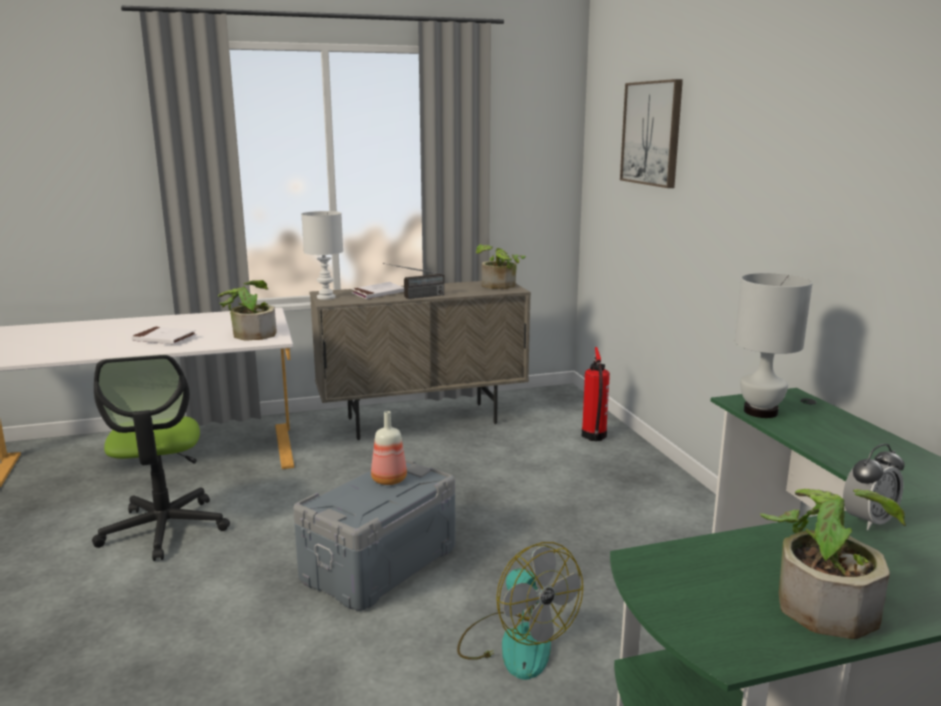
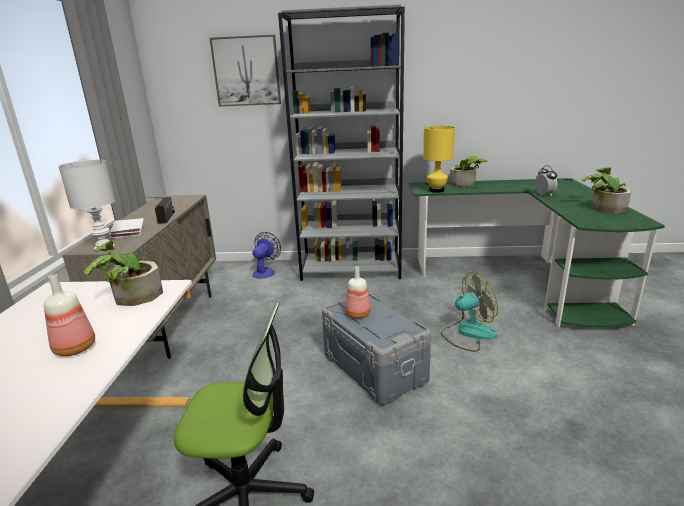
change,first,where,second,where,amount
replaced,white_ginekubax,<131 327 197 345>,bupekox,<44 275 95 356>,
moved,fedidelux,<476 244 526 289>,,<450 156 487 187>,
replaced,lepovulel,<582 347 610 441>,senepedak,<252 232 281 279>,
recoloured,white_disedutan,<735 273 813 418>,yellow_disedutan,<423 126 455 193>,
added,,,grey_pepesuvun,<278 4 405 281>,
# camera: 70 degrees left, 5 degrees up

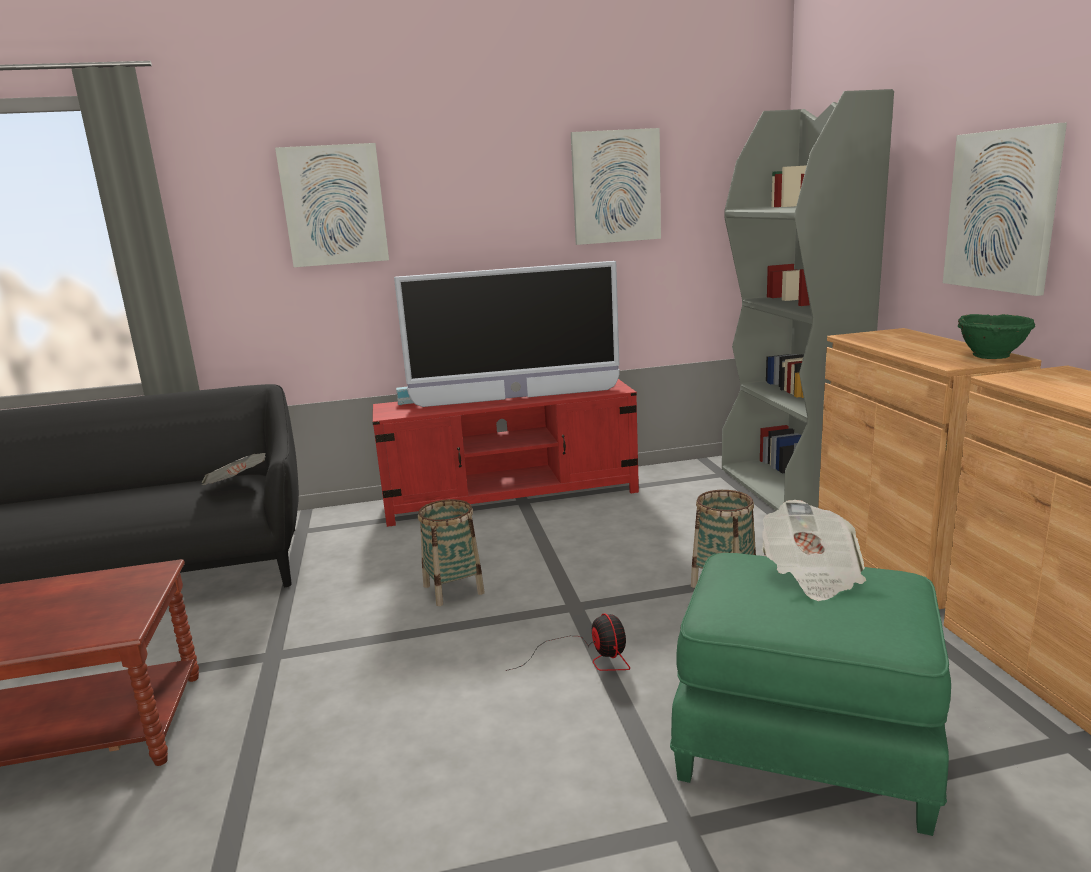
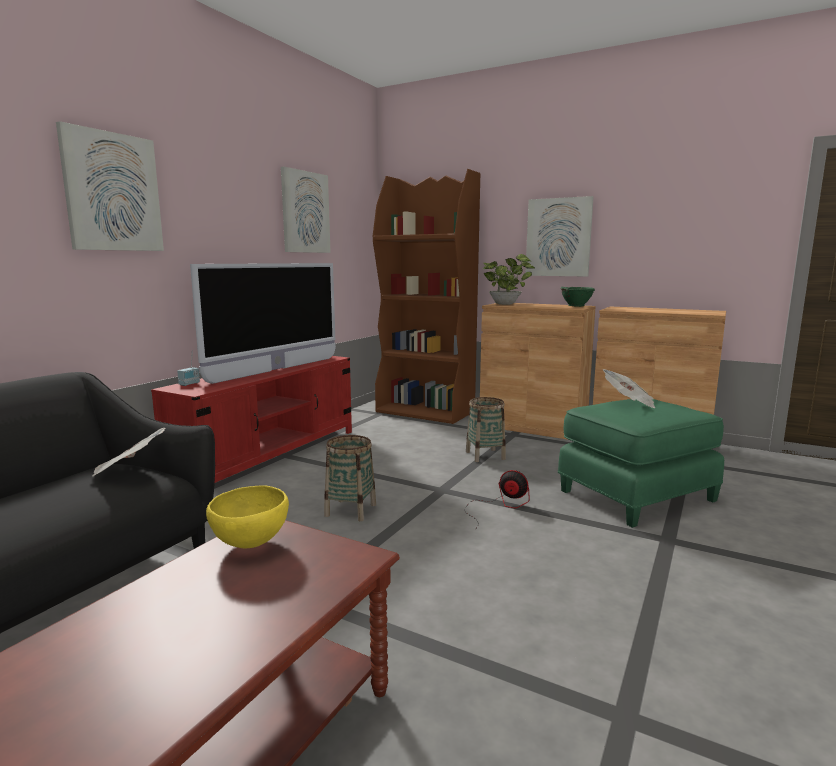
change,first,where,second,where,amount
recoloured,grey_pepesuvun,<722 89 894 510>,brown_pepesuvun,<373 169 480 424>,
added,,,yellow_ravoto,<206 485 289 548>,
added,,,fedidelux,<483 254 535 305>,
# camera: 50 degrees left, 5 degrees down

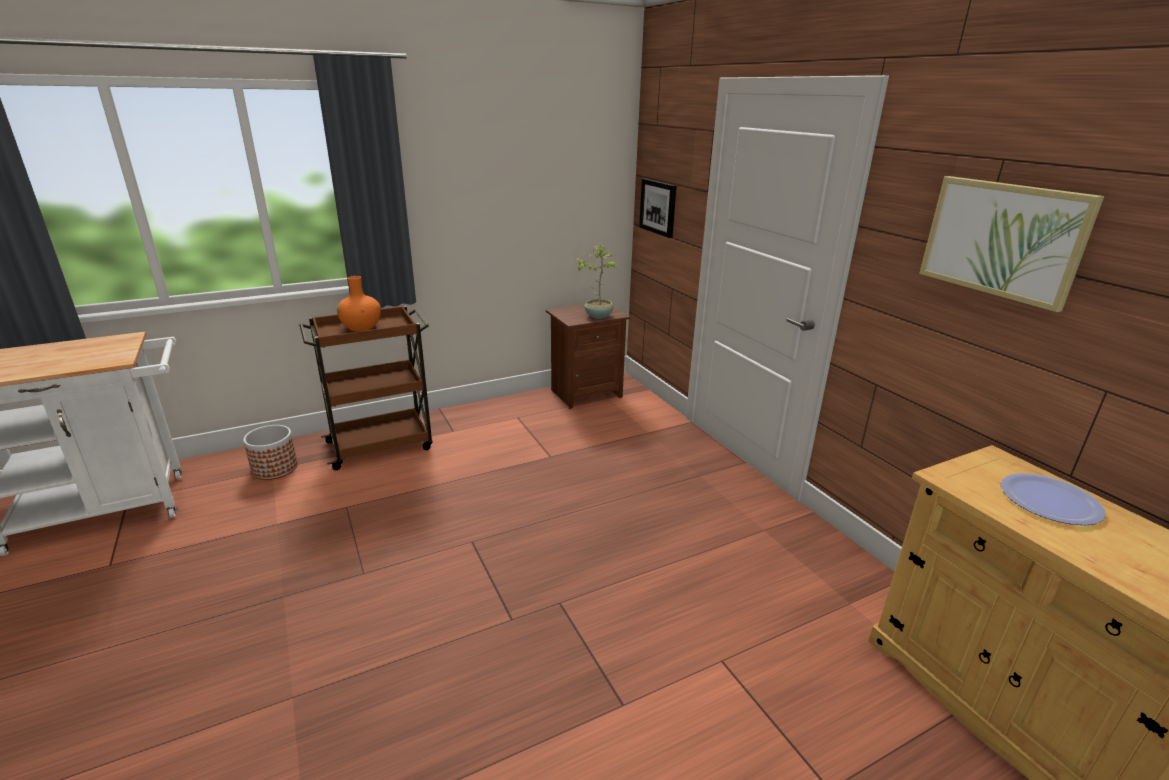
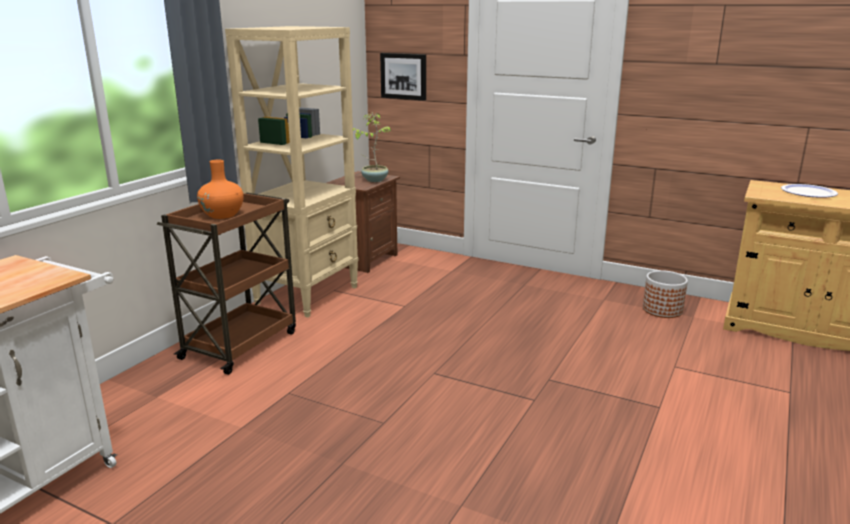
change,first,where,second,where,amount
moved,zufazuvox,<243 425 298 480>,,<643 270 688 318>,
removed,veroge,<919 176 1104 312>,,,
added,,,beige_pepesuvun,<225 26 358 318>,
# camera: 35 degrees left, 5 degrees down

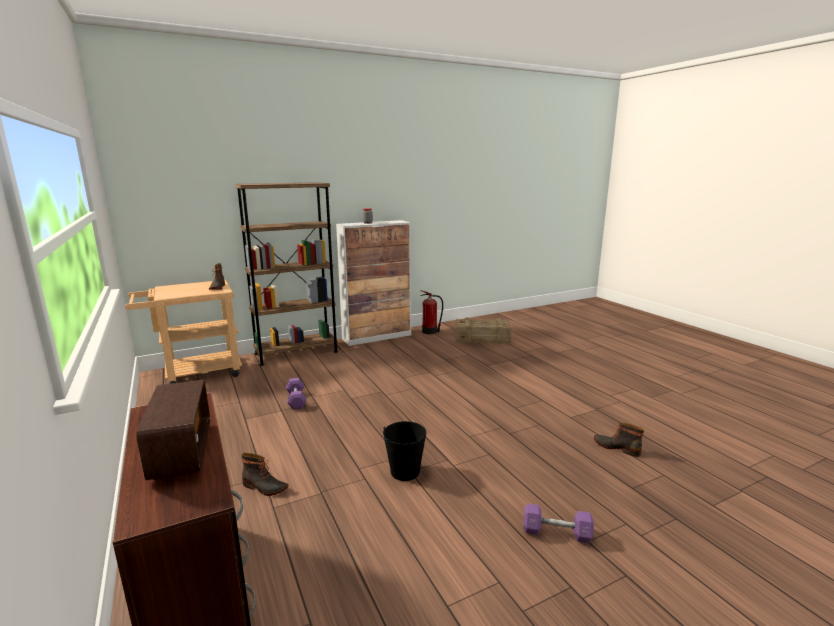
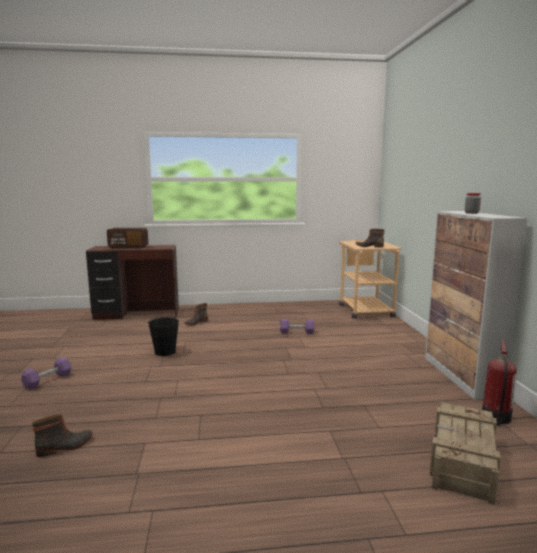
change,first,where,second,where,amount
removed,brown_pepesuvun,<235 182 338 366>,,,
# camera: 110 degrees right, 5 degrees down

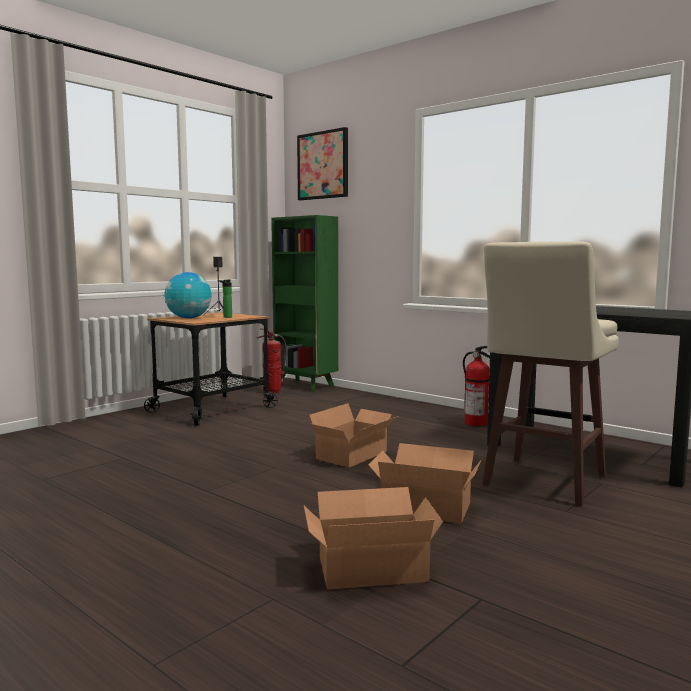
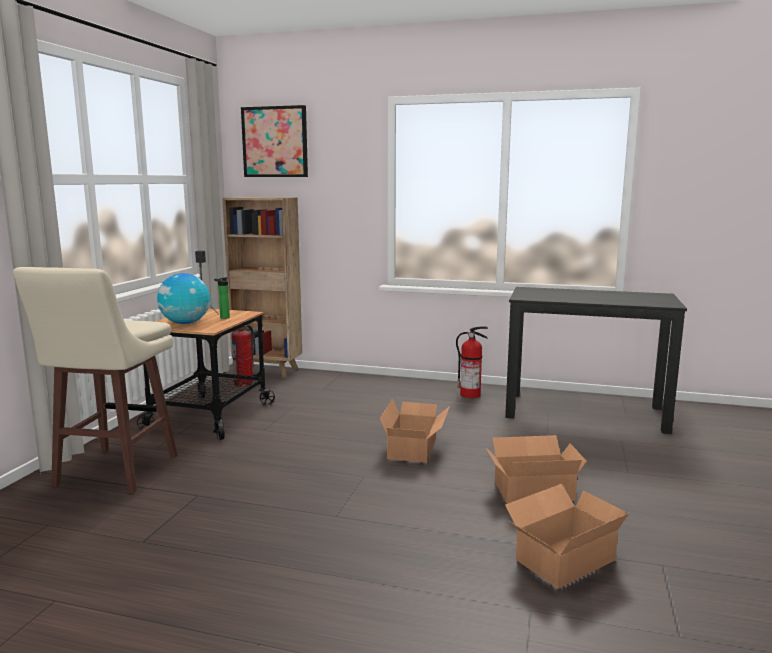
change,first,where,second,where,amount
recoloured,green_pepesuvun,<271 215 338 392>,brown_pepesuvun,<222 197 302 378>,
moved,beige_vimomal,<482 241 619 507>,,<13 267 178 494>,
# camera: 25 degrees left, 5 degrees up

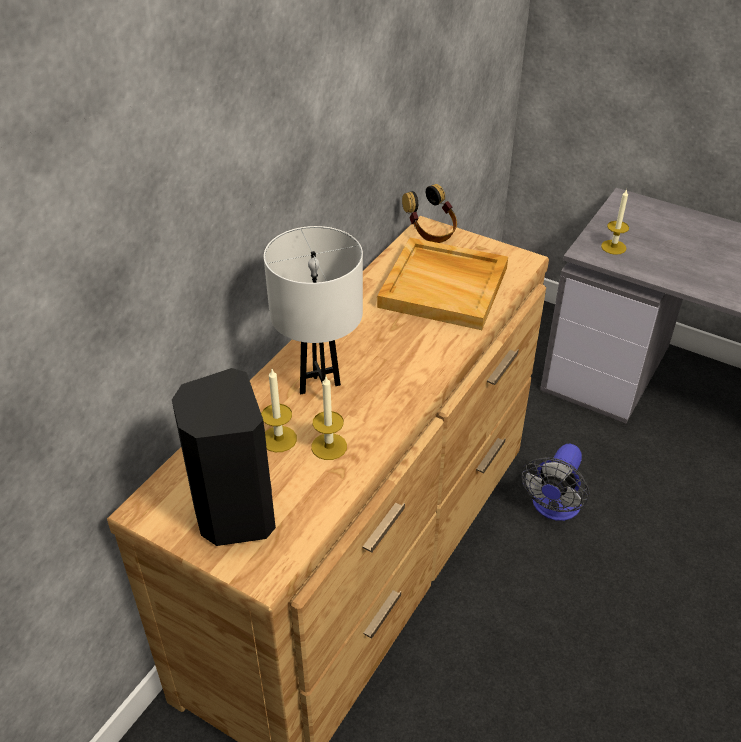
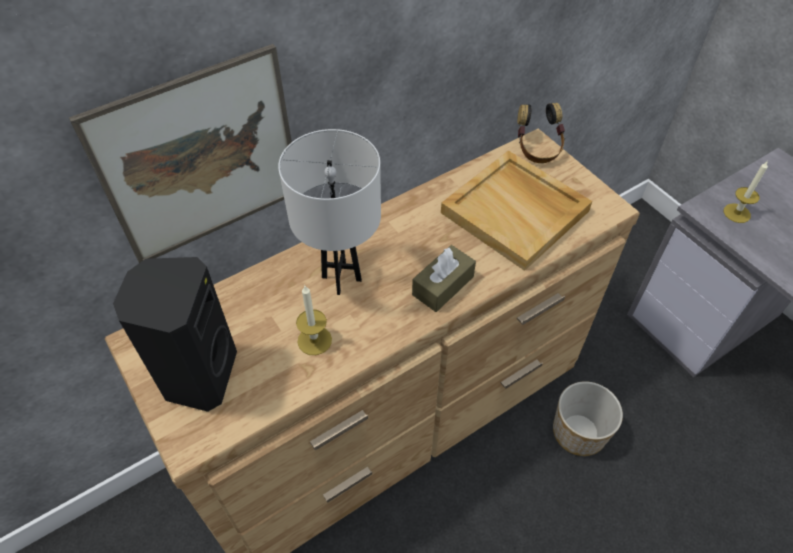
change,first,where,second,where,amount
removed,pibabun,<261 369 297 452>,,,
replaced,senepedak,<521 444 589 521>,zufazuvox,<553 381 623 456>,
added,,,veroge,<69 44 292 263>,
added,,,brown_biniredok,<412 245 476 312>,
# camera: 25 degrees right, 10 degrees up

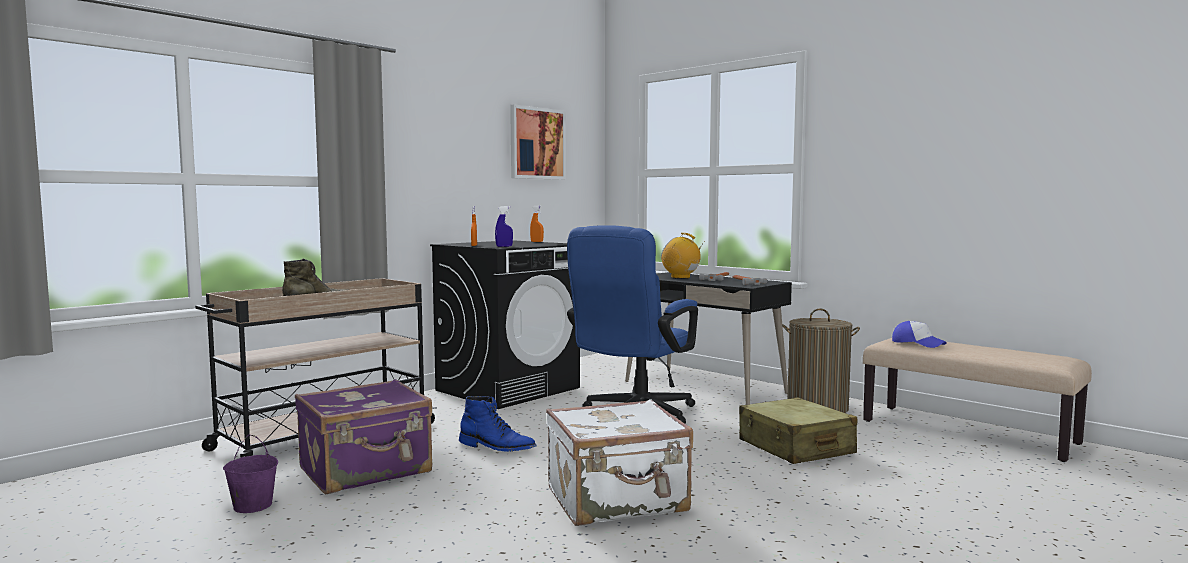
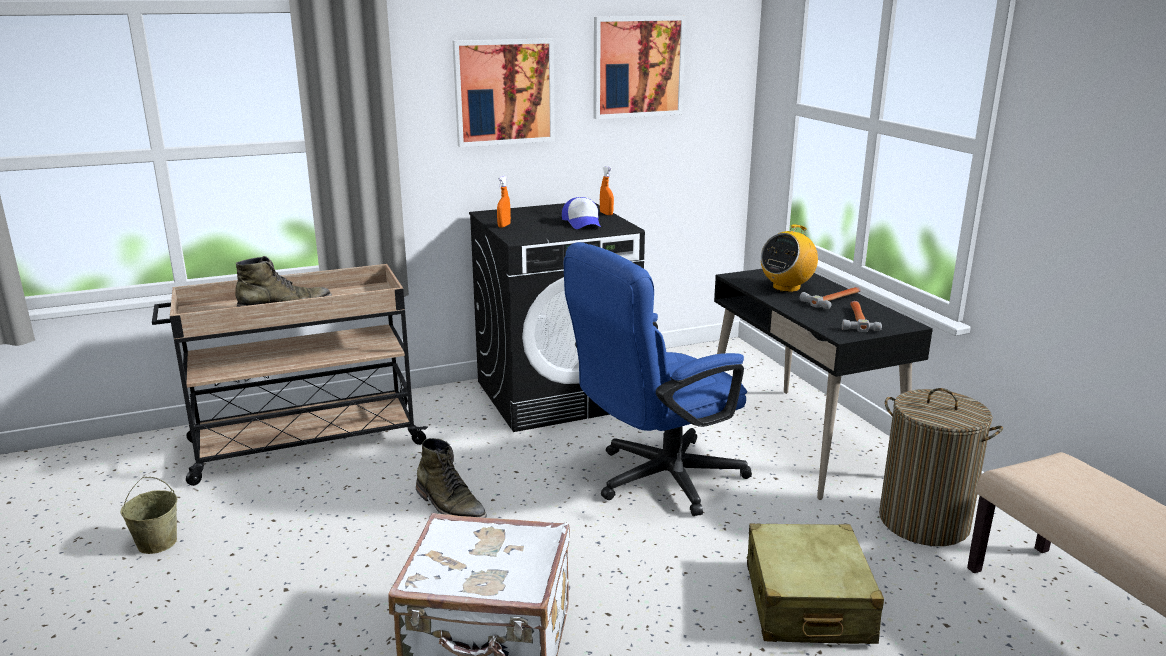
change,first,where,second,where,amount
recoloured,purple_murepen,<223 434 278 513>,beige_murepen,<121 477 177 554>,
removed,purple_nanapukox,<295 379 432 495>,,,
recoloured,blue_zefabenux,<459 396 536 452>,green_zefabenux,<416 438 487 518>,
removed,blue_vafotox,<495 206 513 247>,,,
turned,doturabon,<661 233 704 279>,,<761 224 818 292>,105 degrees counterclockwise
moved,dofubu,<892 321 947 348>,,<562 197 601 229>,
added,,,veroge,<453 38 555 147>,
# camera: 25 degrees right, 15 degrees up

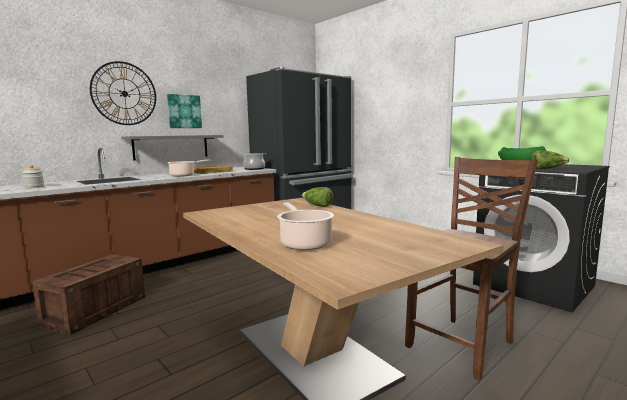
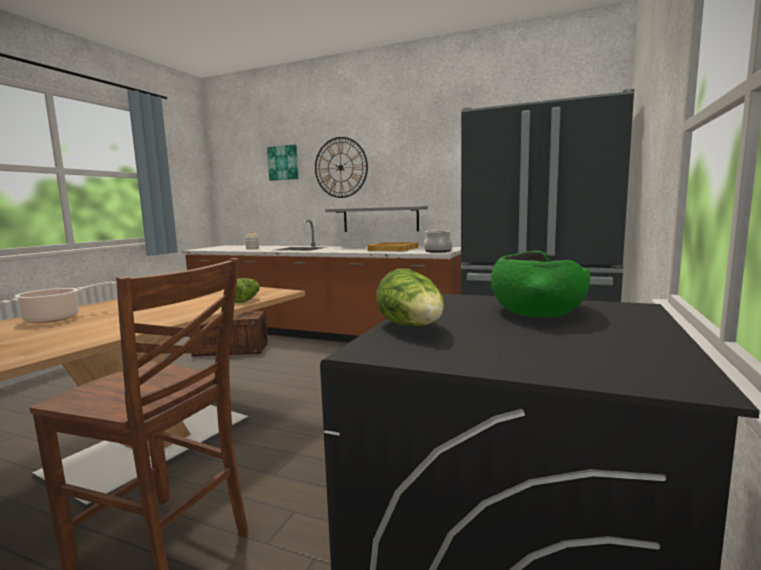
change,first,where,second,where,amount
moved,veroge,<167 94 202 128>,,<267 145 298 181>,
removed,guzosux,<167 159 211 177>,,,
# camera: 65 degrees right, 0 degrees up

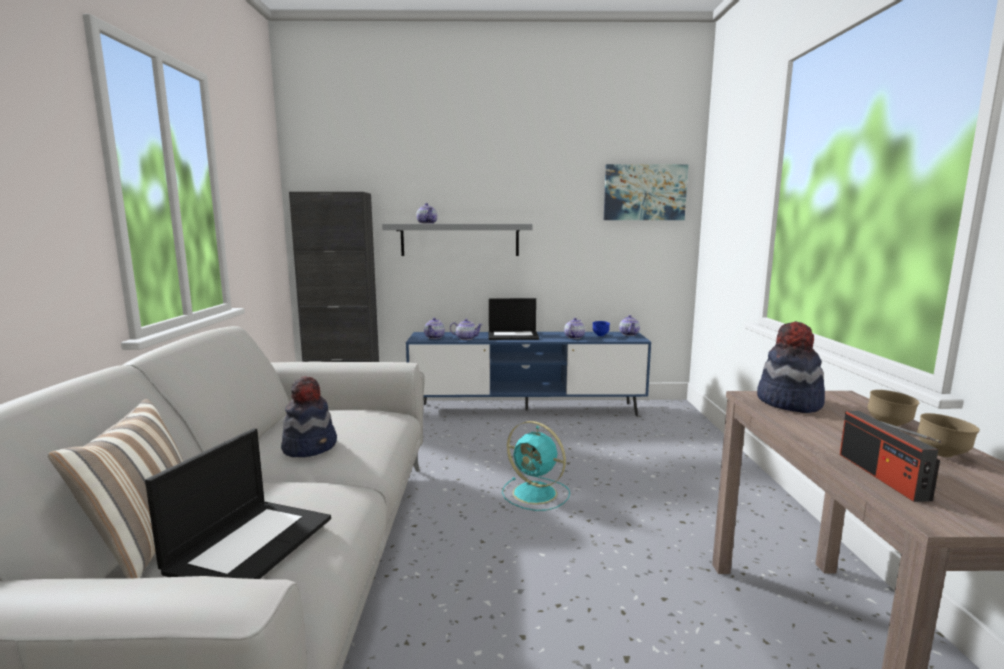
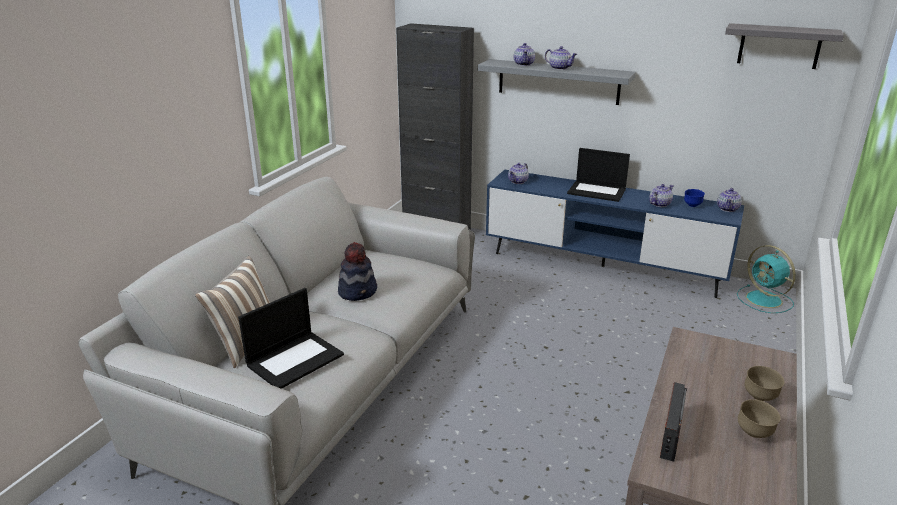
change,first,where,second,where,amount
moved,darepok,<450 319 483 340>,,<545 46 577 70>,
moved,turquoise_senepedak,<502 421 570 511>,,<737 245 796 313>,
replaced,veroge,<604 164 688 220>,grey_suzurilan,<725 23 844 69>,
removed,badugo,<757 321 825 413>,,,
# camera: 25 degrees right, 15 degrees up

